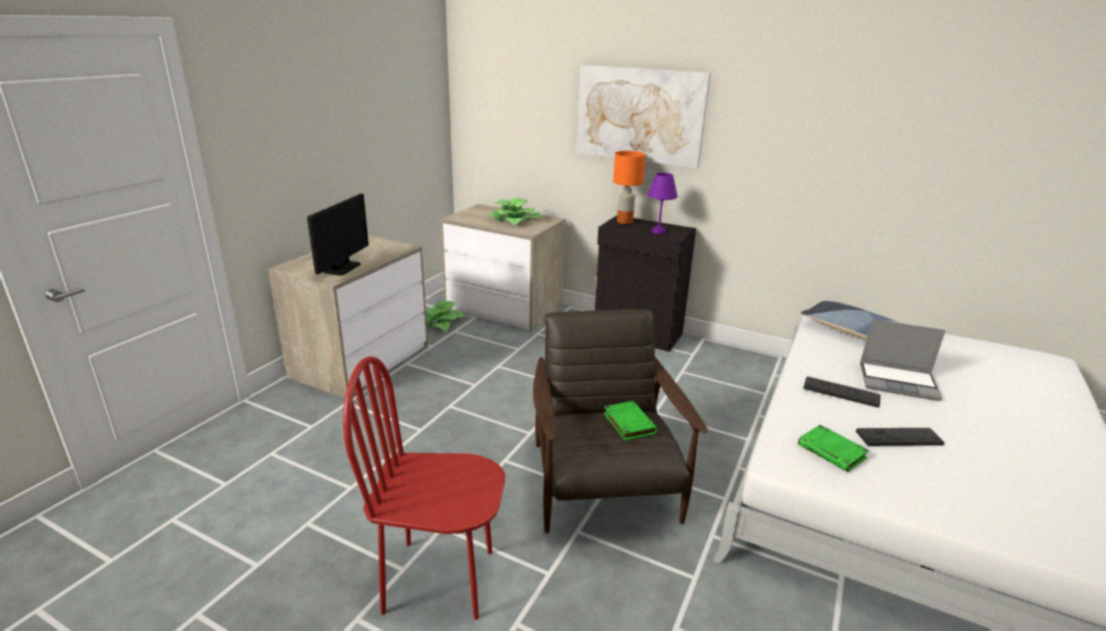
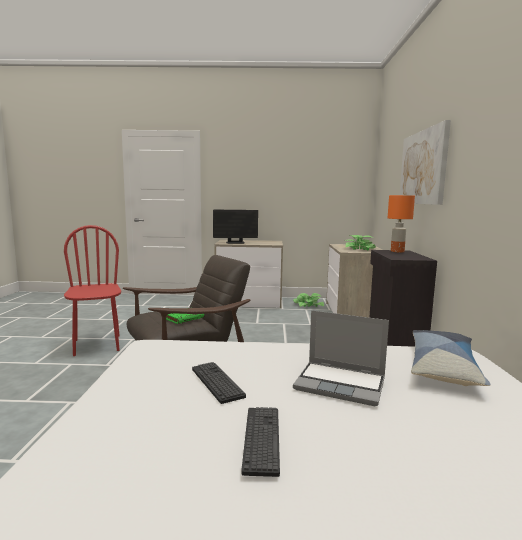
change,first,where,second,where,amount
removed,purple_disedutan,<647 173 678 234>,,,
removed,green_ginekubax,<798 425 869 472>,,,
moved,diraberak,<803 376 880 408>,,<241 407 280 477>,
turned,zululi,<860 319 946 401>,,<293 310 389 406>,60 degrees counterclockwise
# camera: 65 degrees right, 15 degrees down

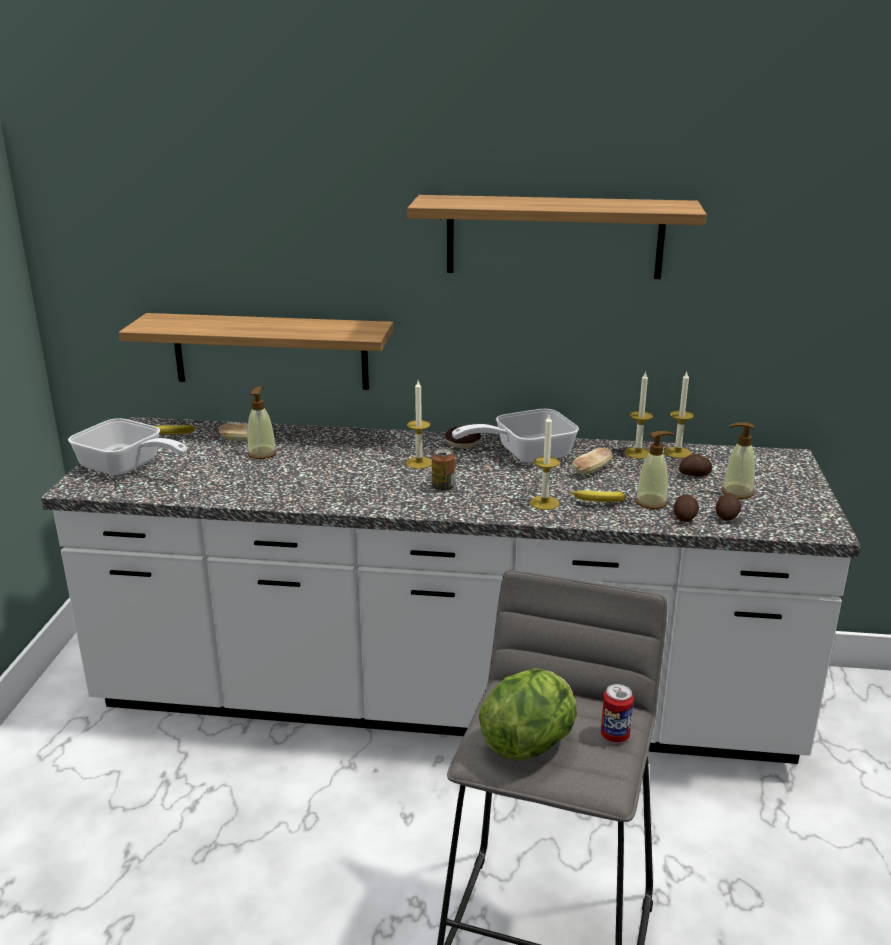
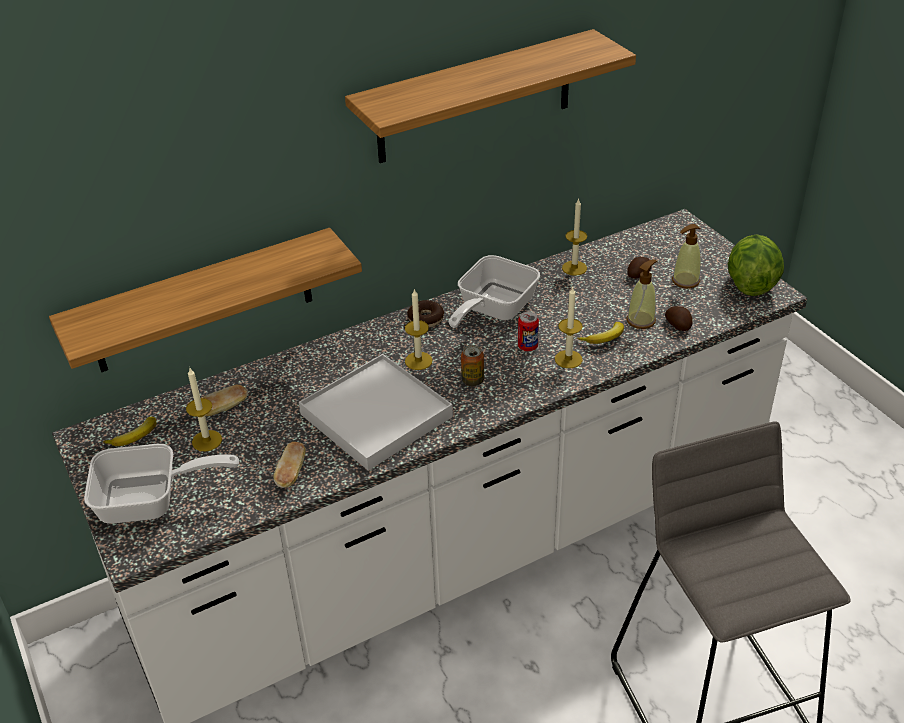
change,first,where,second,where,amount
removed,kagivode,<247 387 277 459>,,,
moved,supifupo,<478 668 577 761>,,<728 234 784 296>,
moved,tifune,<572 448 613 475>,,<274 442 306 488>,
moved,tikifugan,<601 684 634 743>,,<518 312 539 351>,
moved,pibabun,<664 372 694 458>,,<186 368 222 451>,
removed,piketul,<716 494 742 520>,,,
added,,,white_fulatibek,<299 354 453 471>,
# camera: 35 degrees left, 15 degrees up

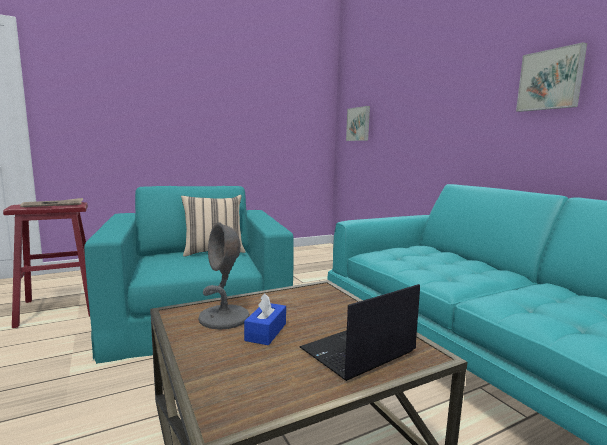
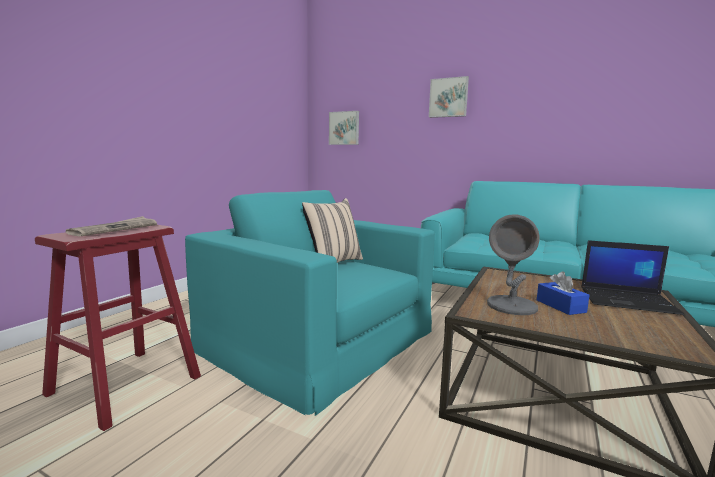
change,first,where,second,where,amount
turned,zululi,<300 284 420 381>,,<581 240 684 315>,90 degrees counterclockwise
moved,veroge,<516 42 587 112>,,<429 76 469 118>,
# camera: 35 degrees left, 0 degrees up

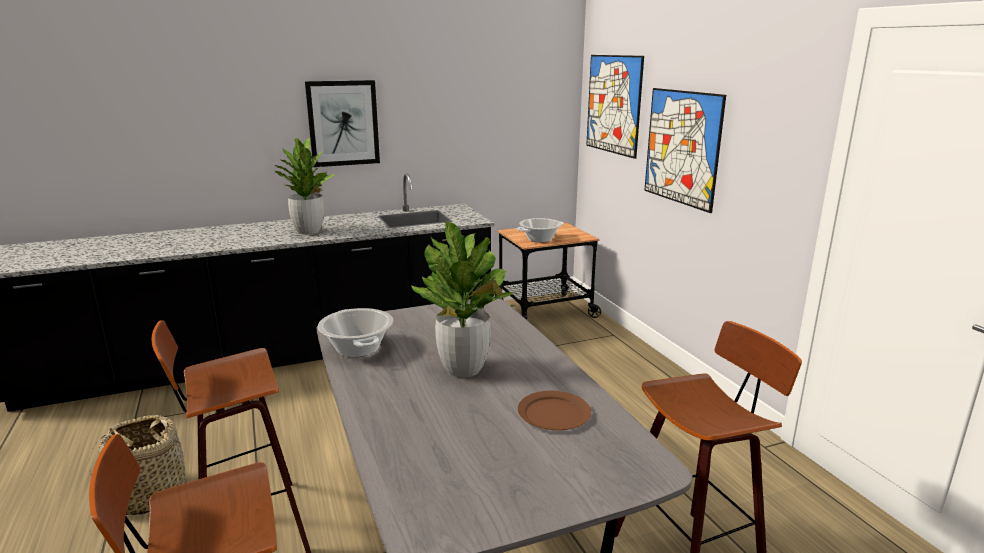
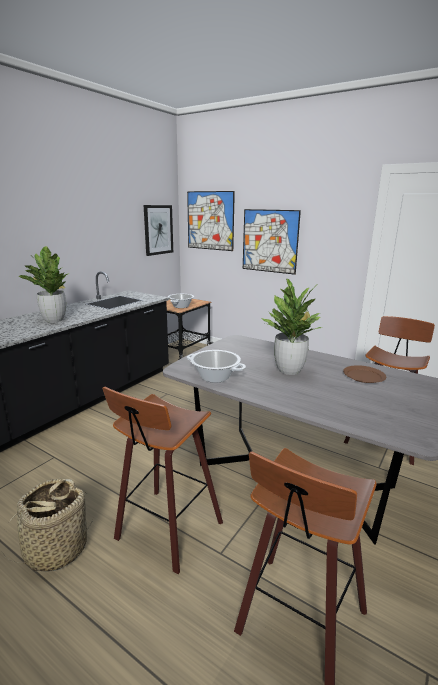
change,first,where,second,where,amount
moved,veroge,<305 80 380 167>,,<144 205 173 256>,
# camera: 35 degrees left, 0 degrees up

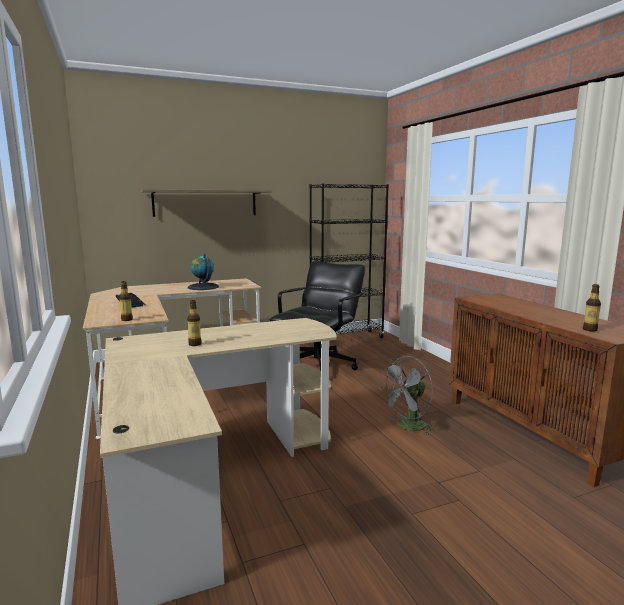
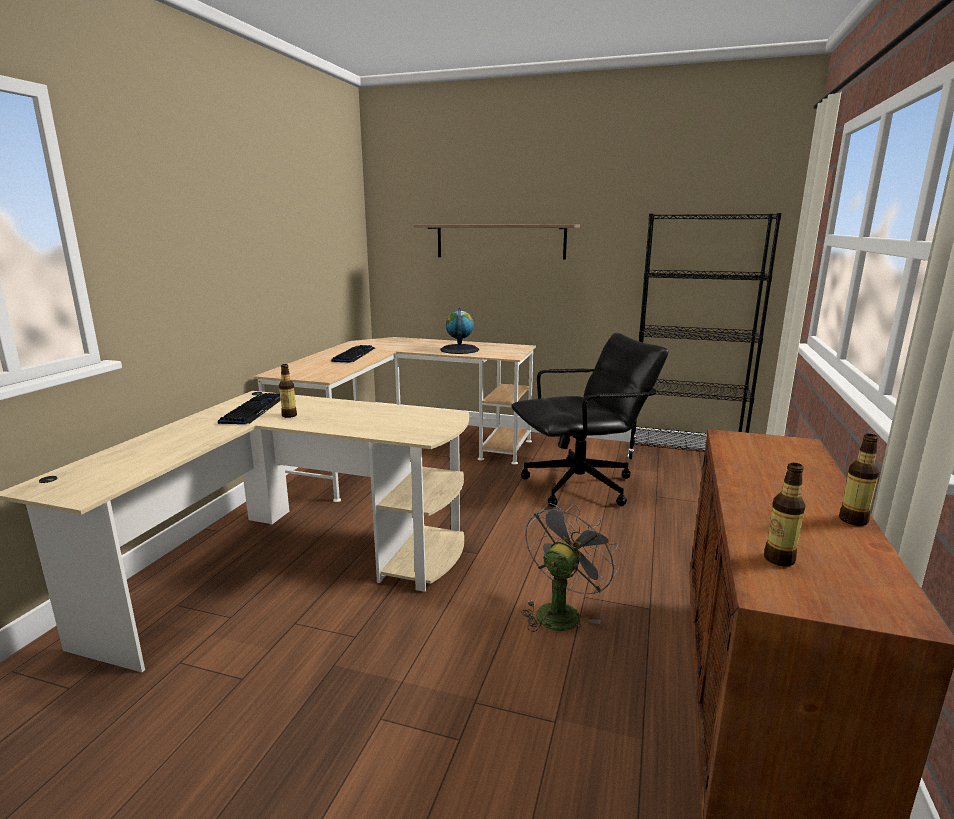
change,first,where,second,where,amount
moved,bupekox,<119 281 133 321>,,<839 434 879 526>,
turned,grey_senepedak,<379 356 435 435>,,<521 502 619 632>,120 degrees clockwise
added,,,diraberak,<218 393 281 424>,
# camera: 40 degrees right, 5 degrees up

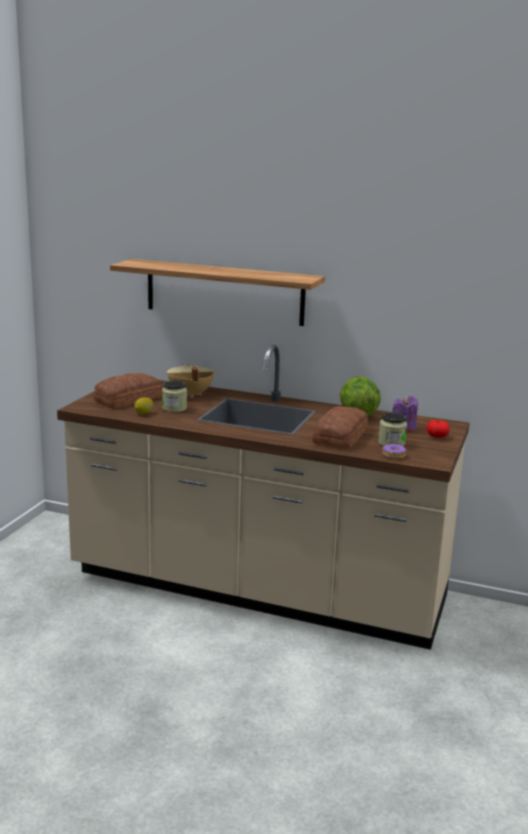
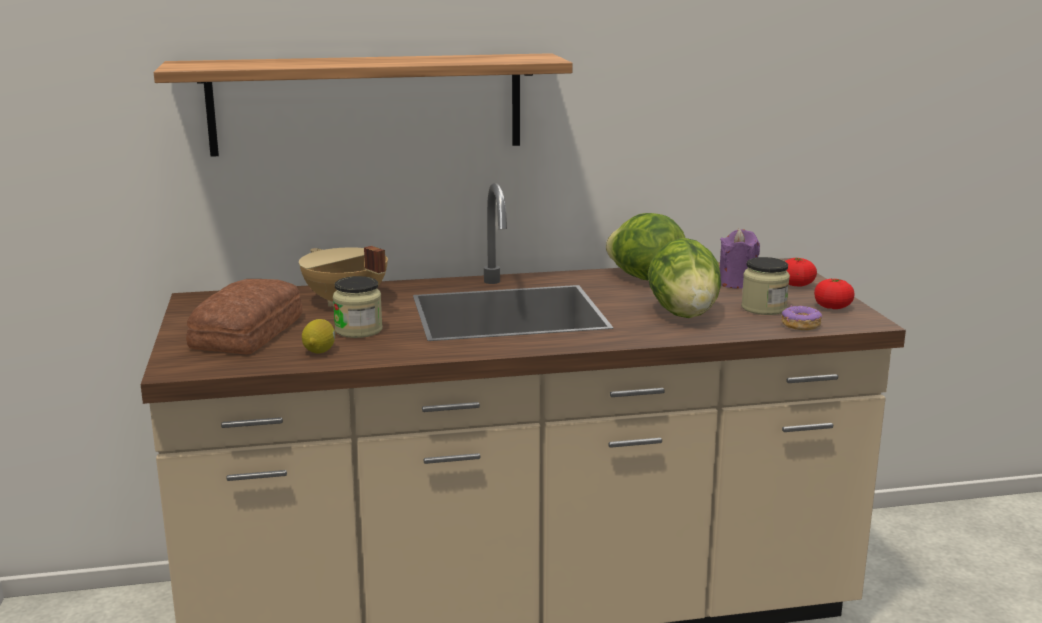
change,first,where,second,where,amount
replaced,tifune,<313 406 368 449>,supifupo,<648 238 721 318>,
added,,,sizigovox,<814 279 855 309>,
# camera: 30 degrees left, 0 degrees up

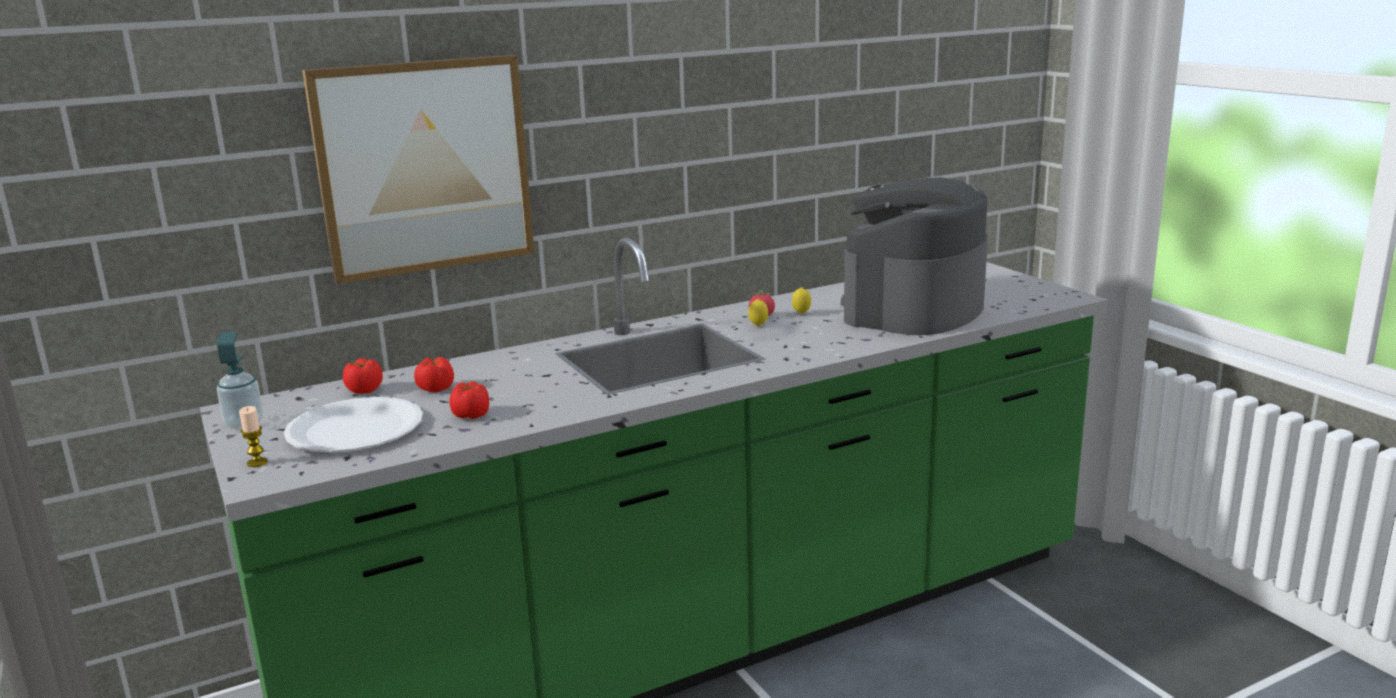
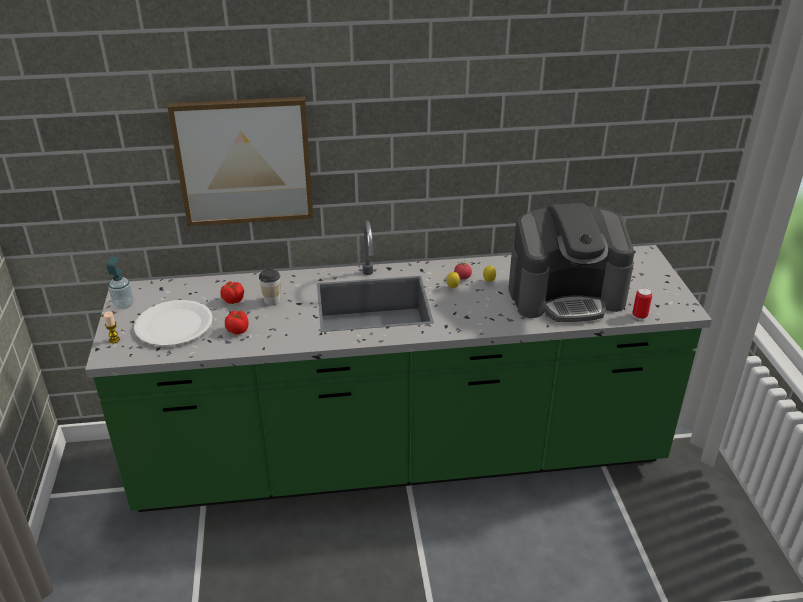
change,first,where,second,where,amount
removed,sizigovox,<343 358 383 394>,,,
turned,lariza,<841 177 988 335>,,<508 203 634 322>,150 degrees counterclockwise
added,,,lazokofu,<259 269 280 305>,
added,,,tikifugan,<632 287 652 320>,
# camera: 20 degrees right, 15 degrees up

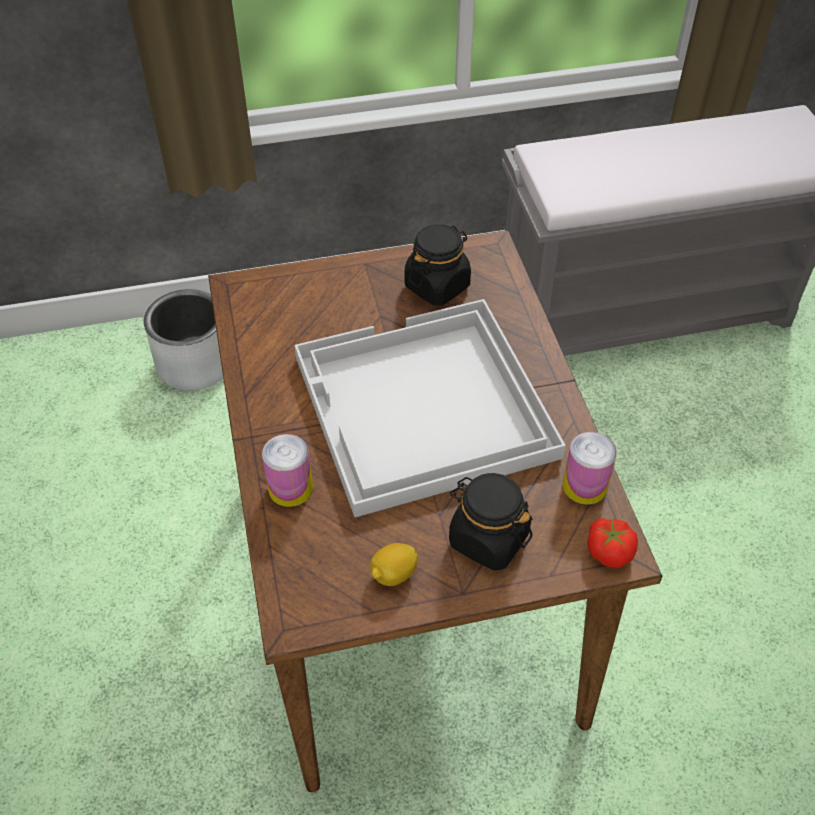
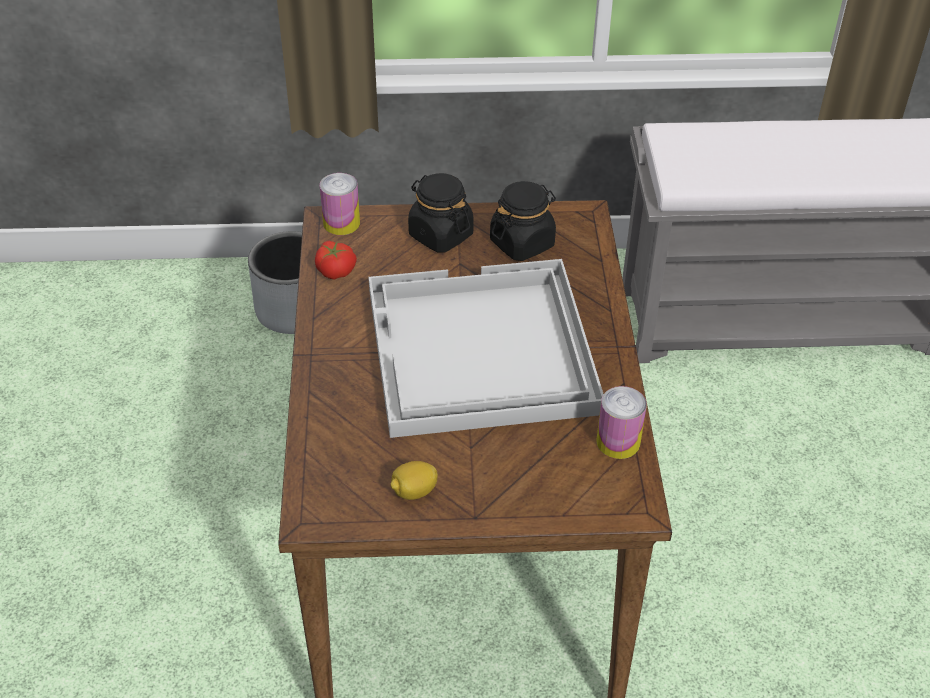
change,first,where,second,where,amount
moved,tikifugan,<262 434 313 507>,,<320 173 360 235>,
moved,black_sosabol,<449 473 532 571>,,<408 173 474 253>,
moved,sizigovox,<587 518 638 568>,,<315 241 357 280>,
# camera: 10 degrees right, 5 degrees down

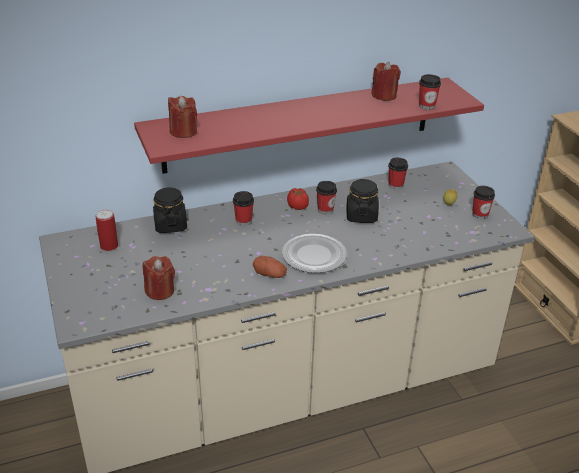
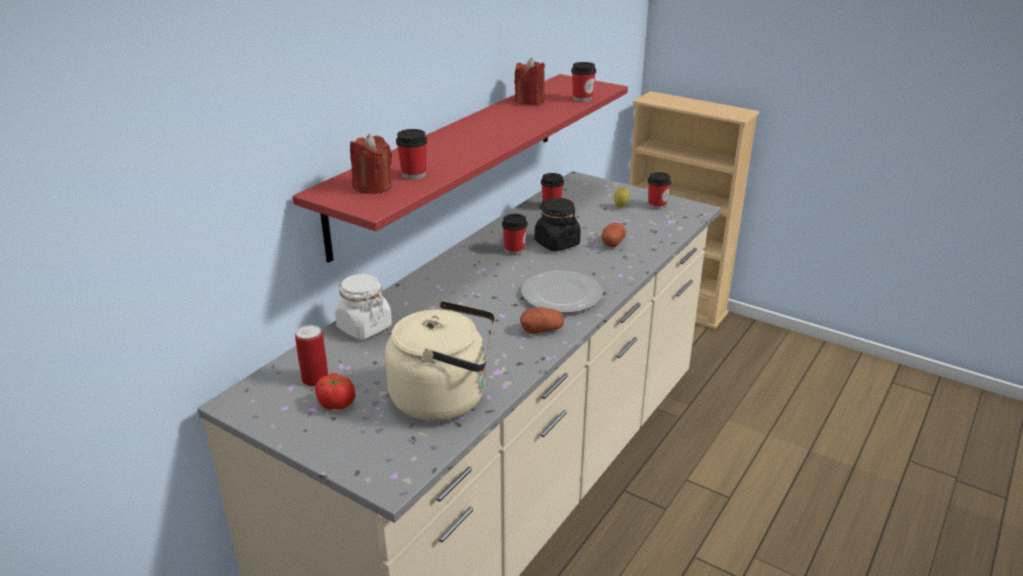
change,first,where,second,where,amount
replaced,red_pibabun,<143 256 175 300>,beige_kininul,<385 301 496 421>,
recoloured,black_sosabol,<153 187 187 233>,white_sosabol,<335 274 392 339>,
moved,lazokofu,<233 191 254 226>,,<396 129 427 180>,
moved,sizigovox,<287 188 309 210>,,<315 373 355 410>,
added,,,piketul,<602 223 626 247>,
# camera: 35 degrees left, 5 degrees down

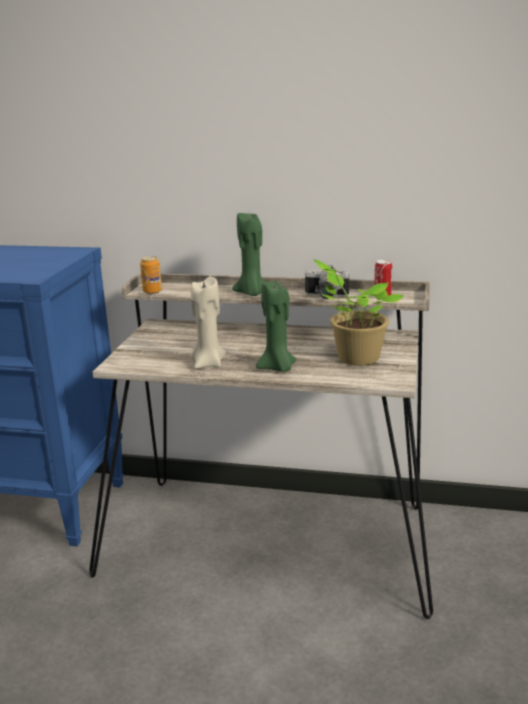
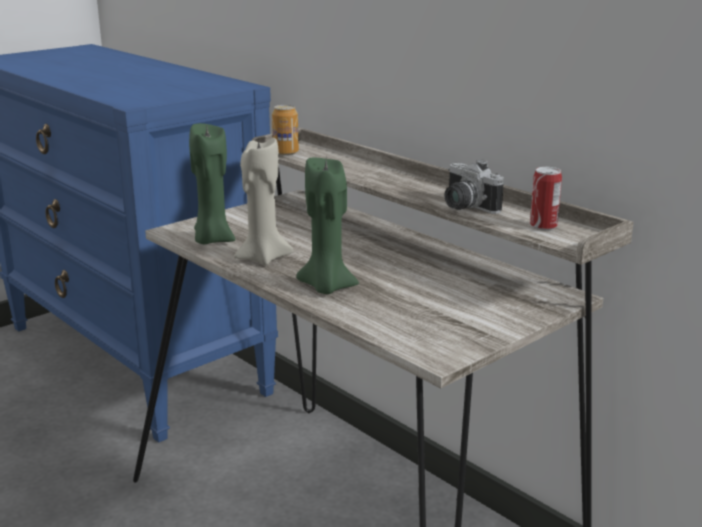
change,first,where,second,where,amount
moved,green_pibabun,<232 213 265 296>,,<189 123 235 244>,
removed,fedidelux,<313 259 403 366>,,,
# camera: 35 degrees right, 0 degrees up

